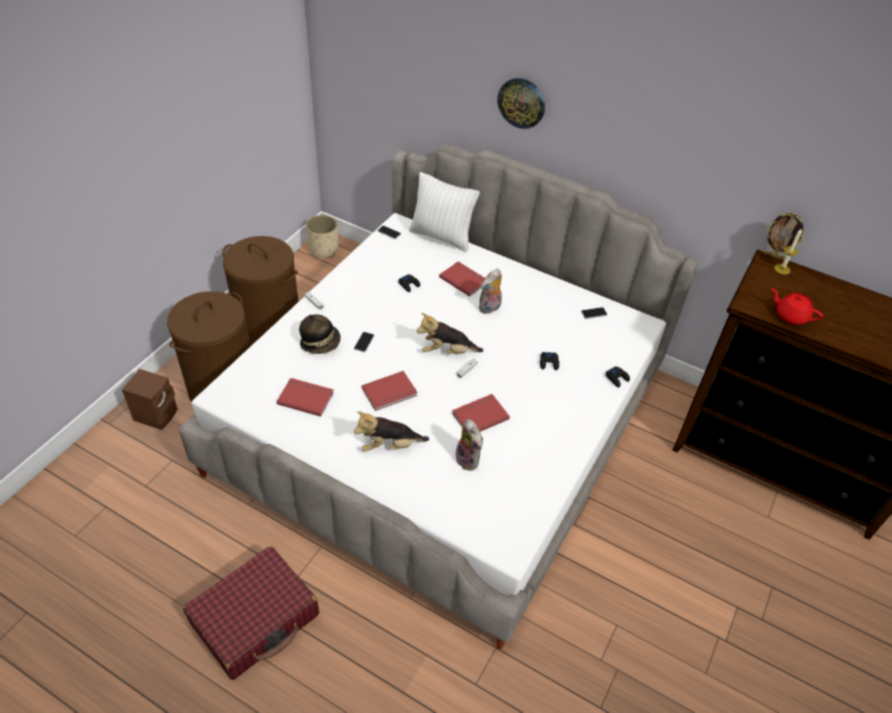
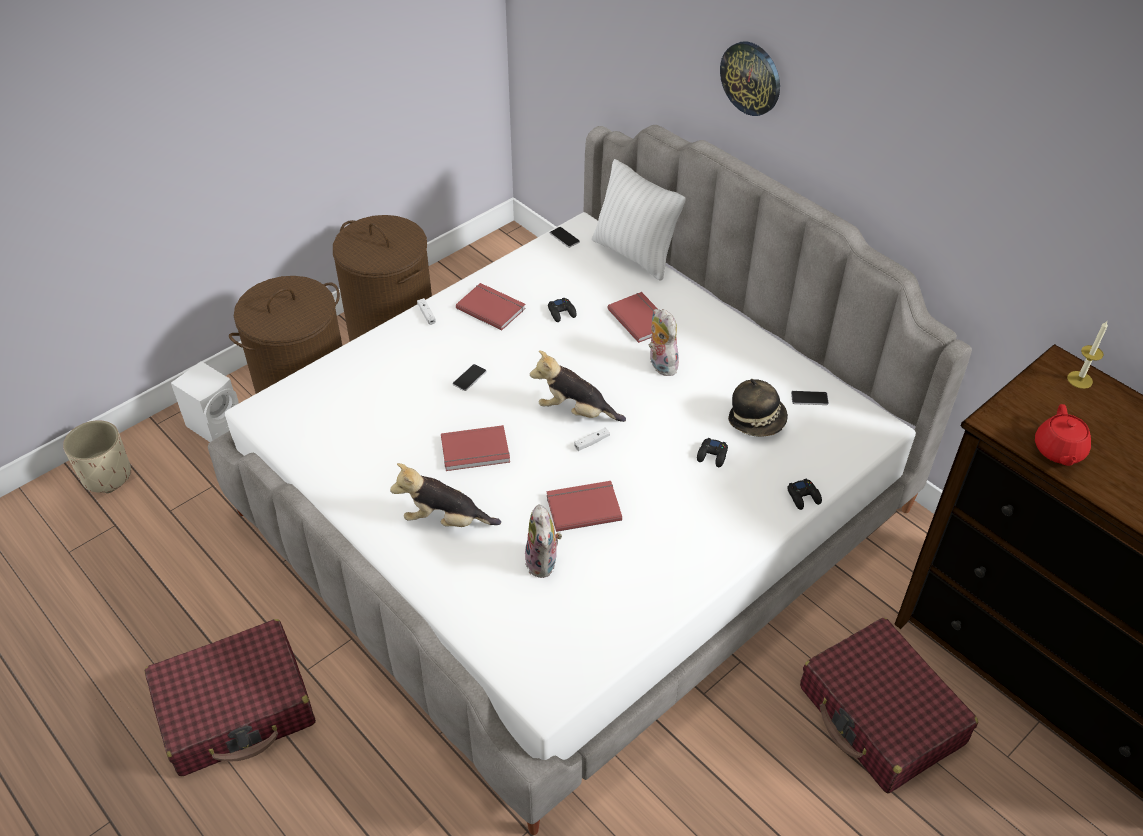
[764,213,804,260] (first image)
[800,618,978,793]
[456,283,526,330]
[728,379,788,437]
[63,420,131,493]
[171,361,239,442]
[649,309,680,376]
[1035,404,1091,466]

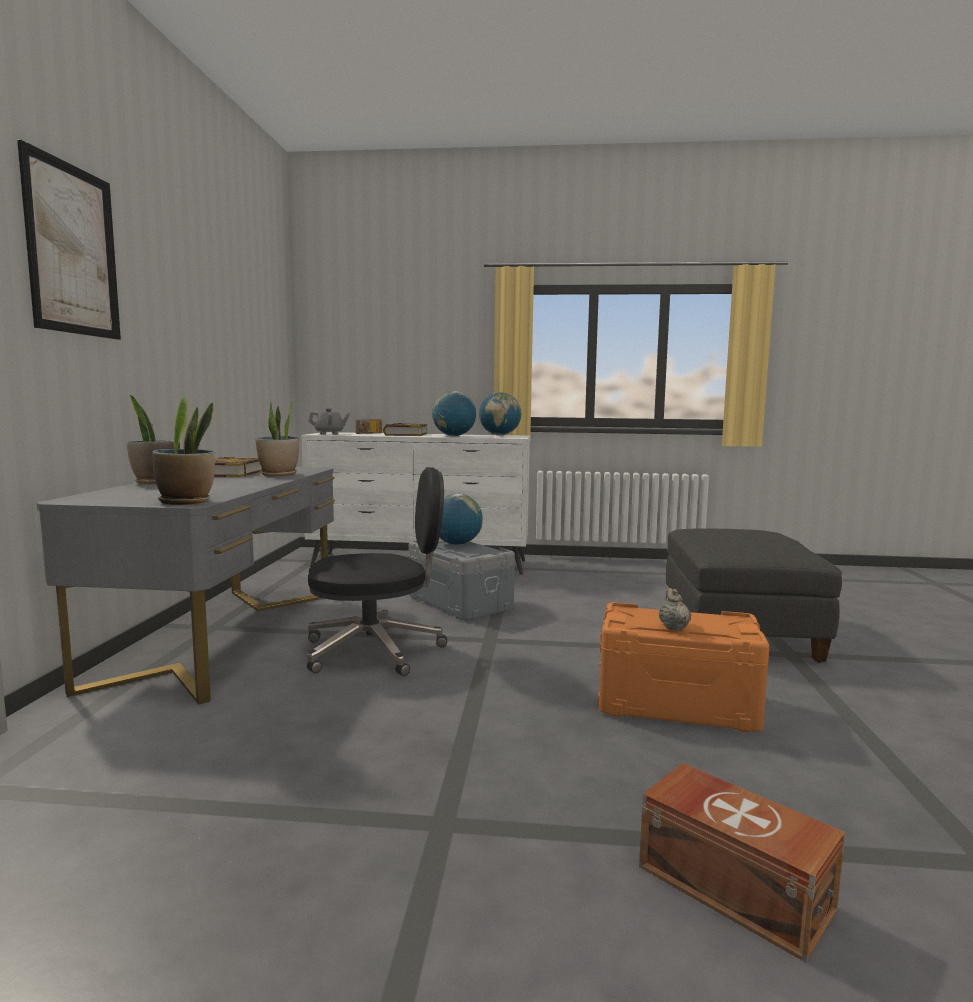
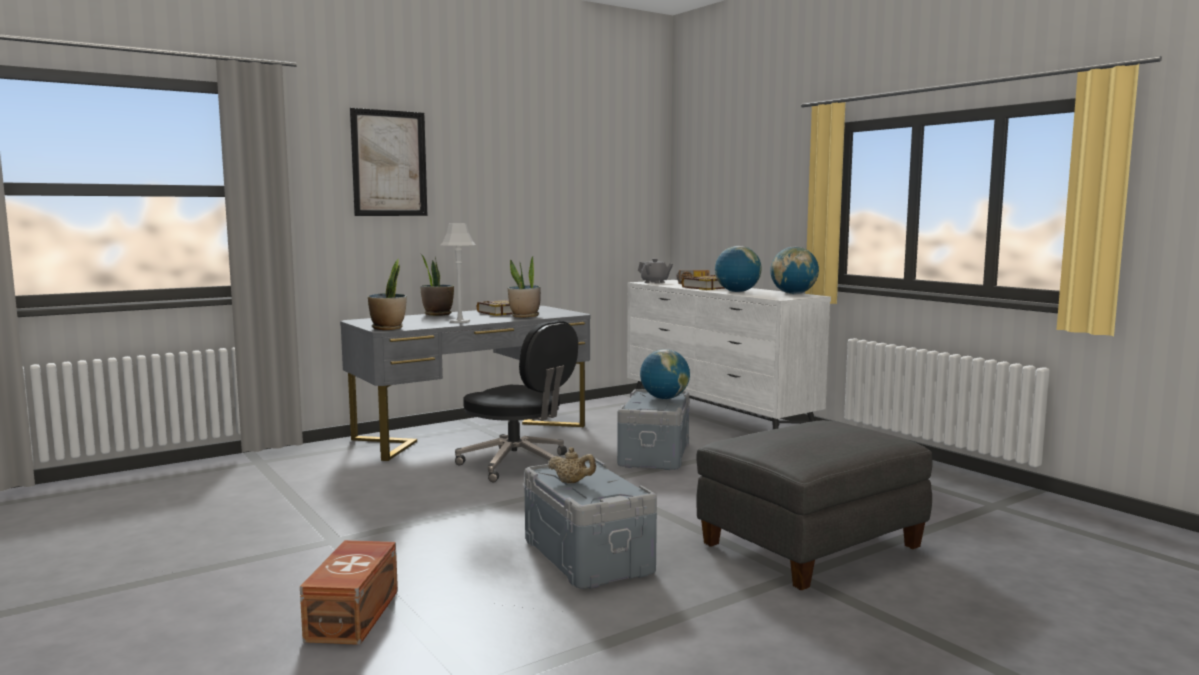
[441,223,476,323]
[524,458,657,589]
[548,447,596,483]

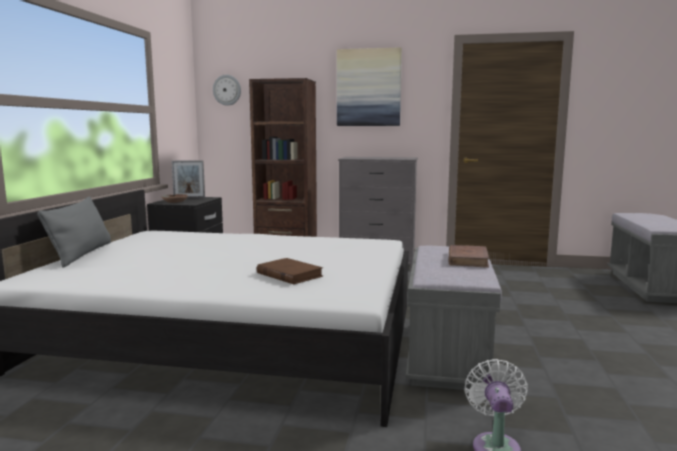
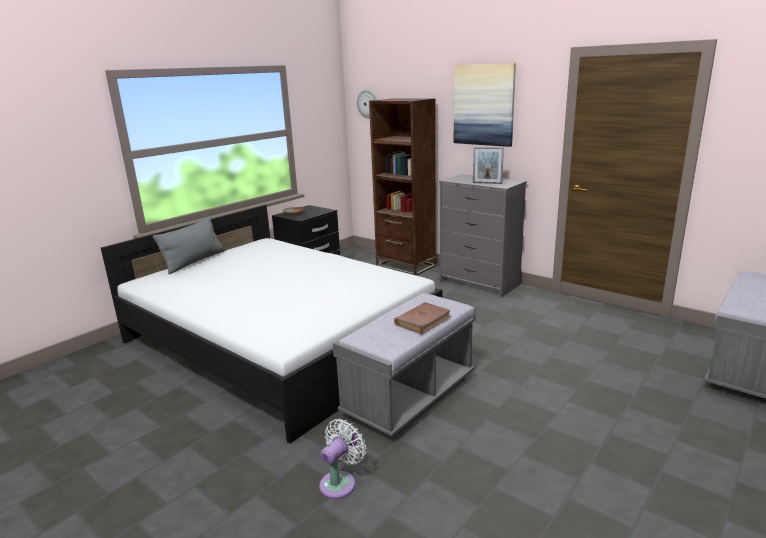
[257,258,323,284] (first image)
[473,147,504,184]

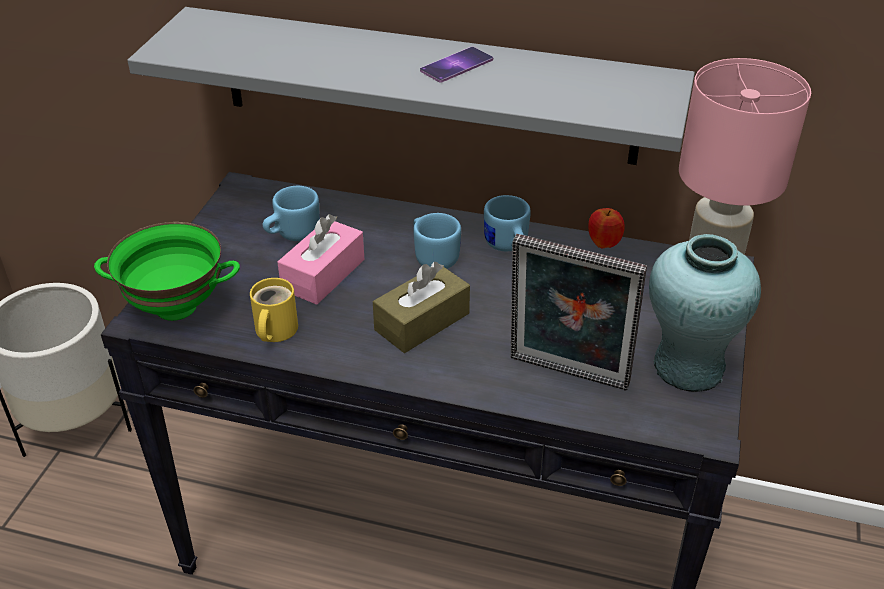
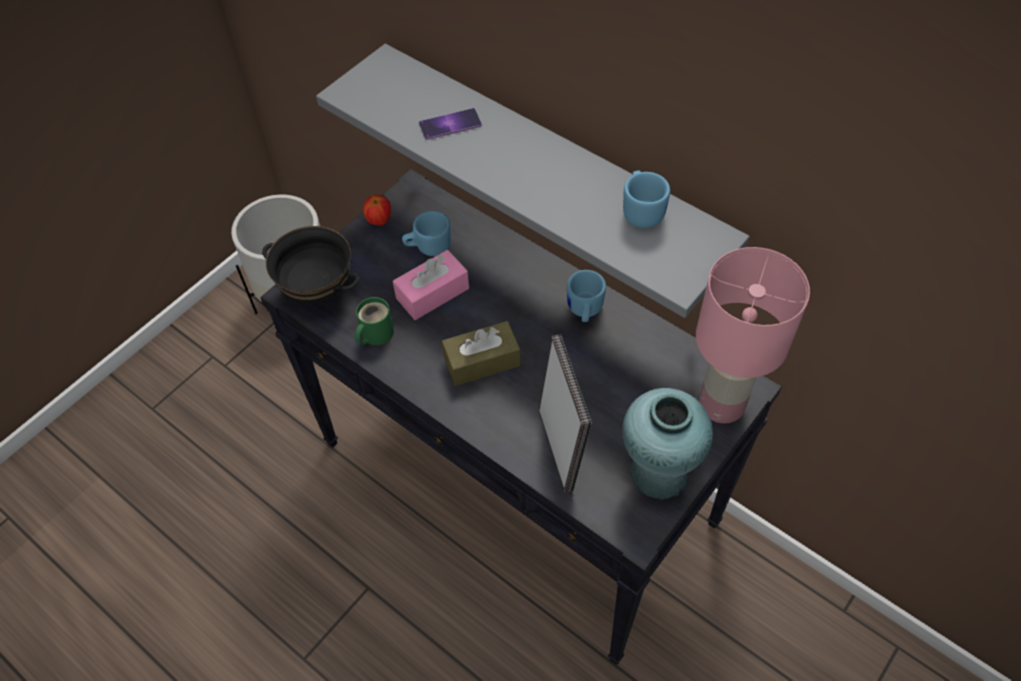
[623,171,670,228]
[419,108,482,140]
[363,195,391,226]
[262,226,360,303]
[355,297,394,345]
[539,335,592,493]

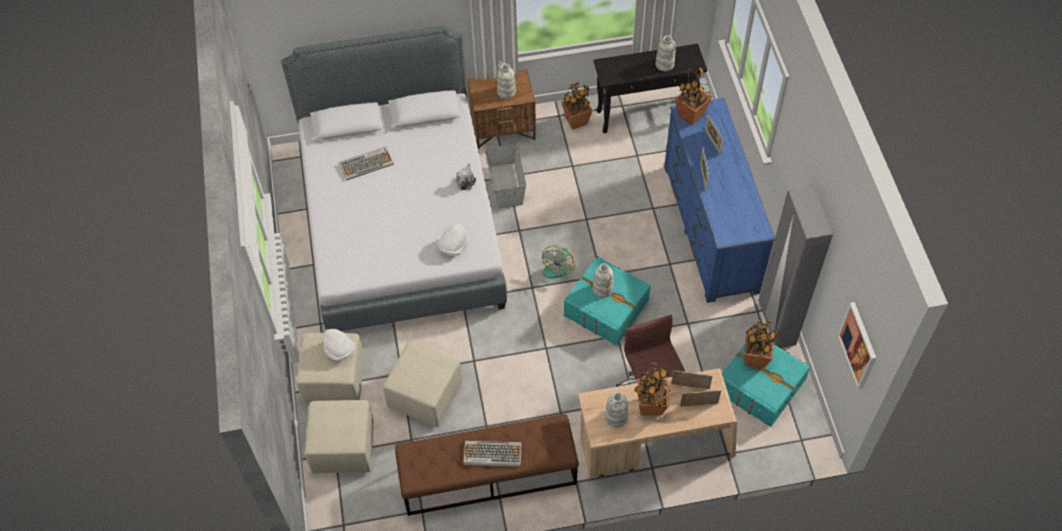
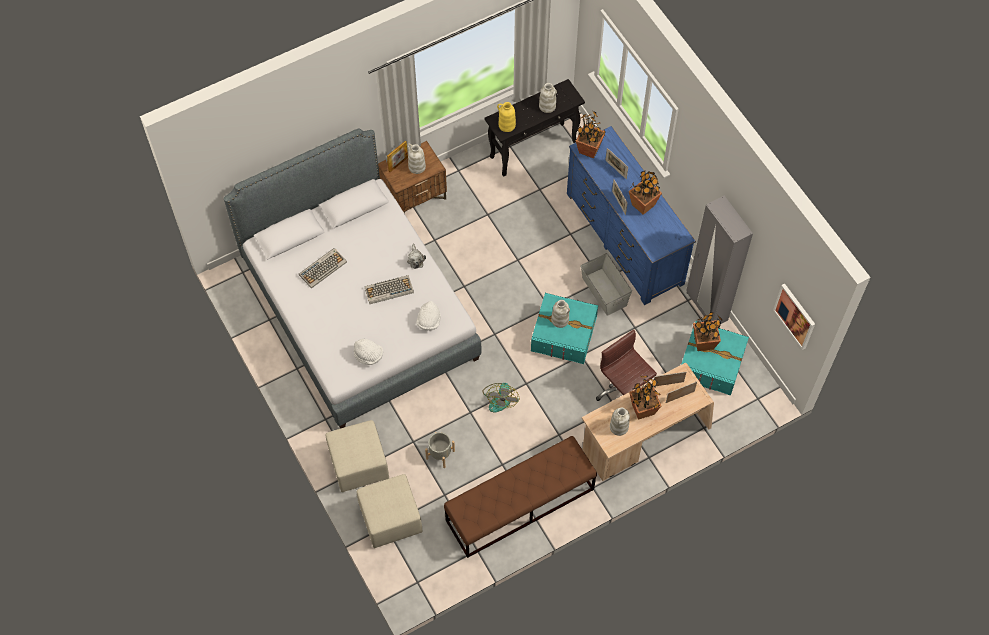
[387,141,408,172]
[497,102,516,132]
[353,339,383,365]
[364,275,414,304]
[581,253,632,316]
[482,383,520,413]
[629,171,662,215]
[425,432,455,468]

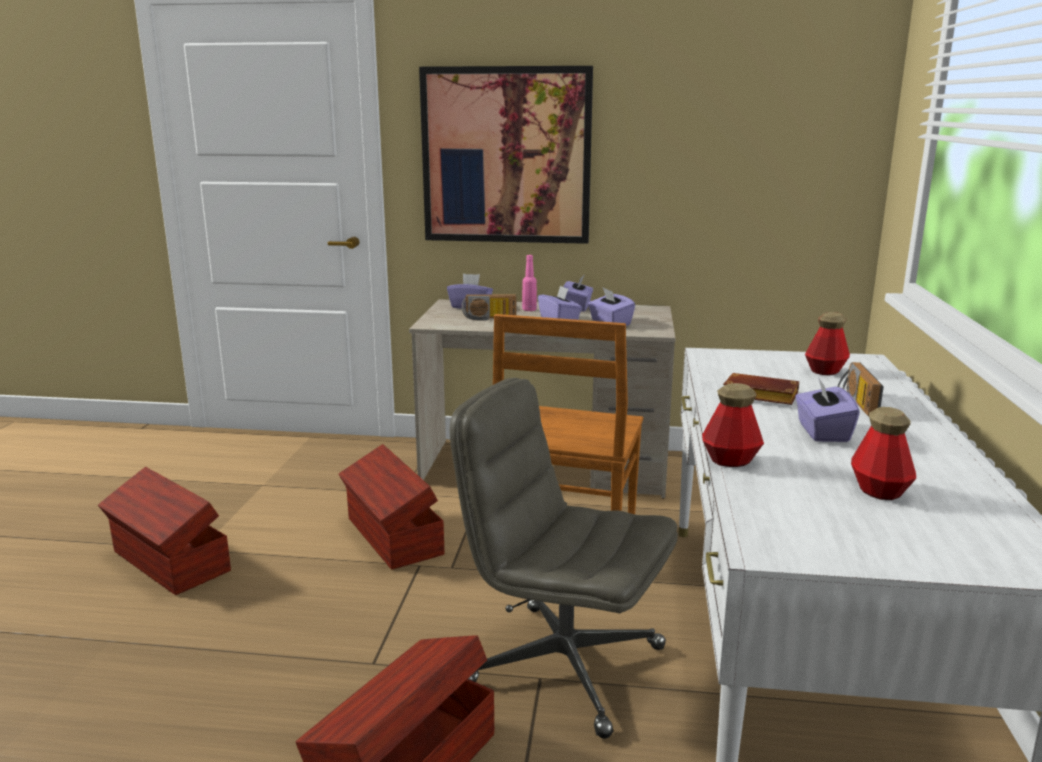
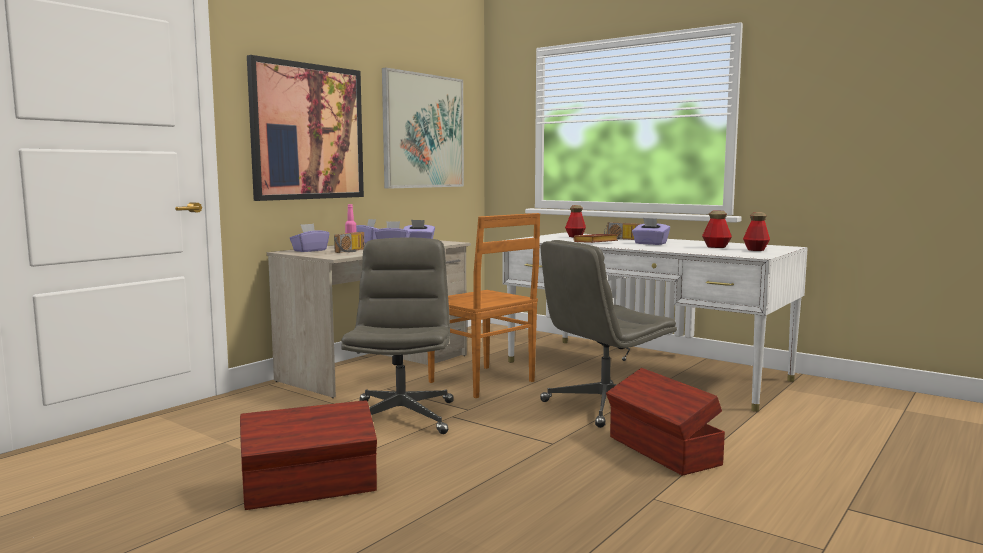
[382,68,464,189]
[743,212,770,251]
[341,238,453,434]

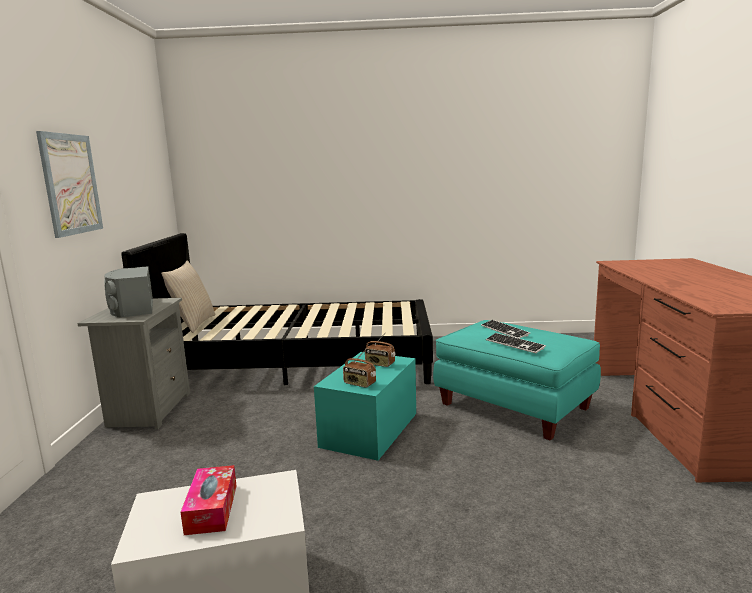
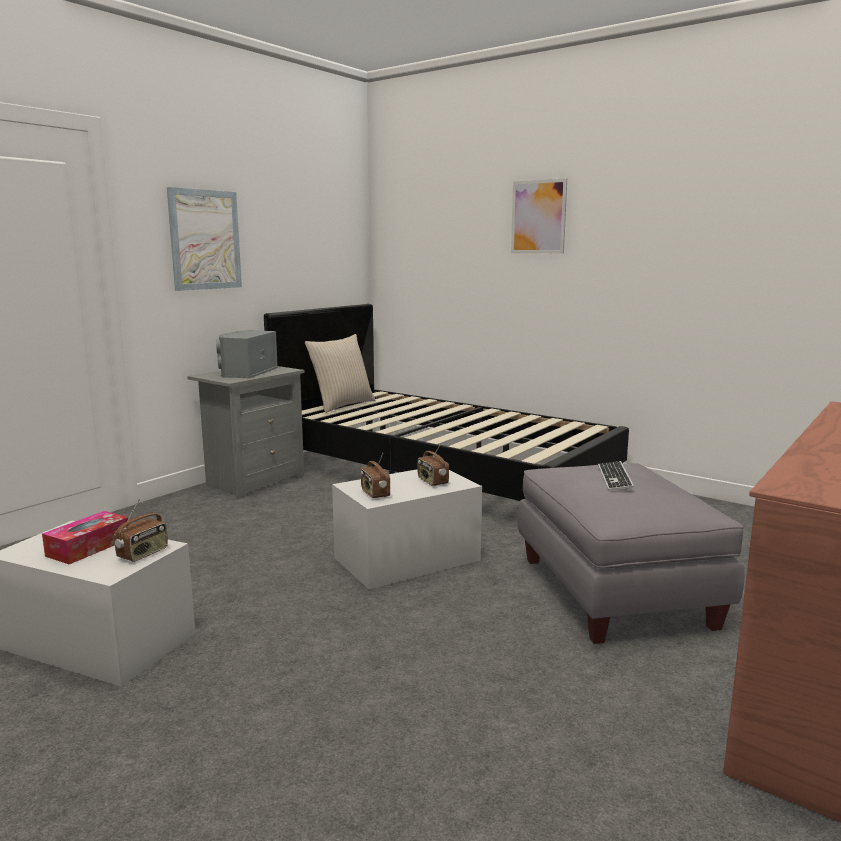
[486,333,546,353] (first image)
[114,499,168,562]
[511,178,567,253]
[332,469,482,589]
[518,463,745,644]

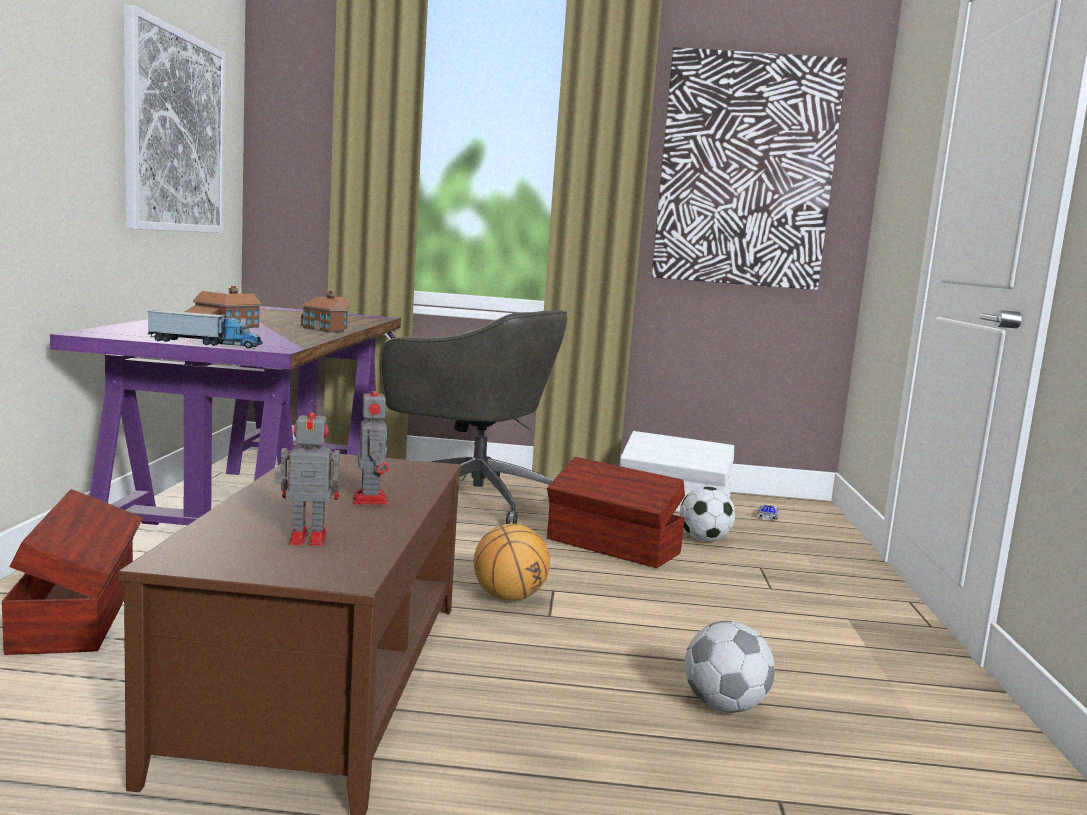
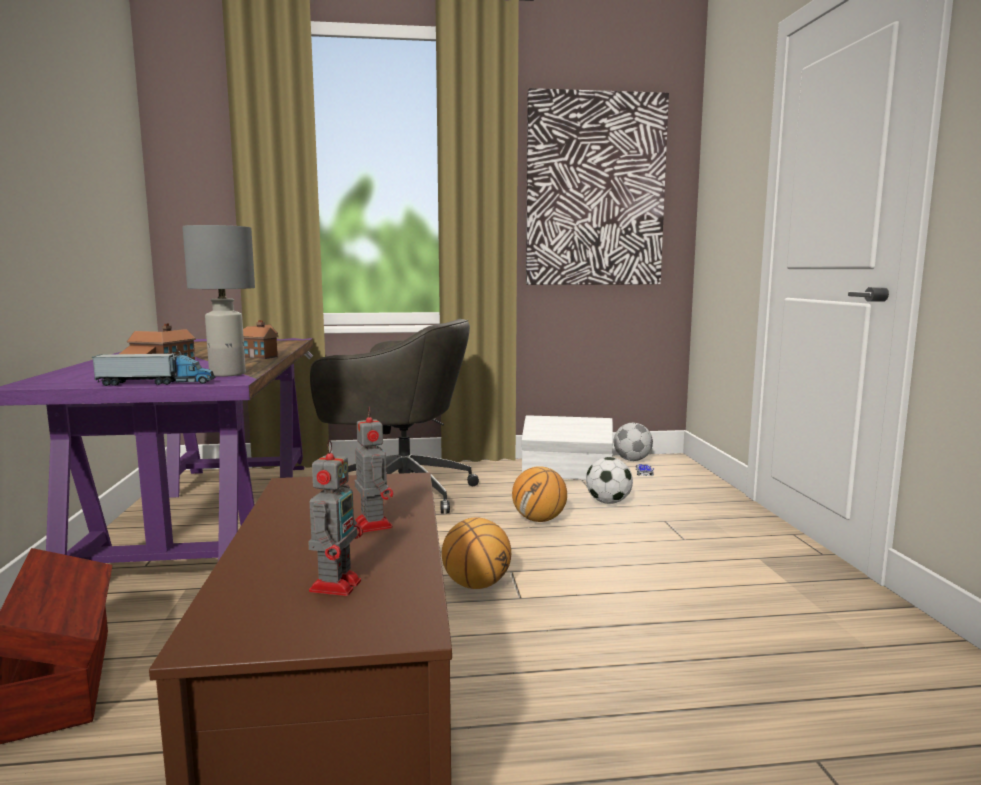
[124,5,226,233] (first image)
[182,225,255,377]
[614,423,653,461]
[512,466,567,522]
[308,440,363,596]

